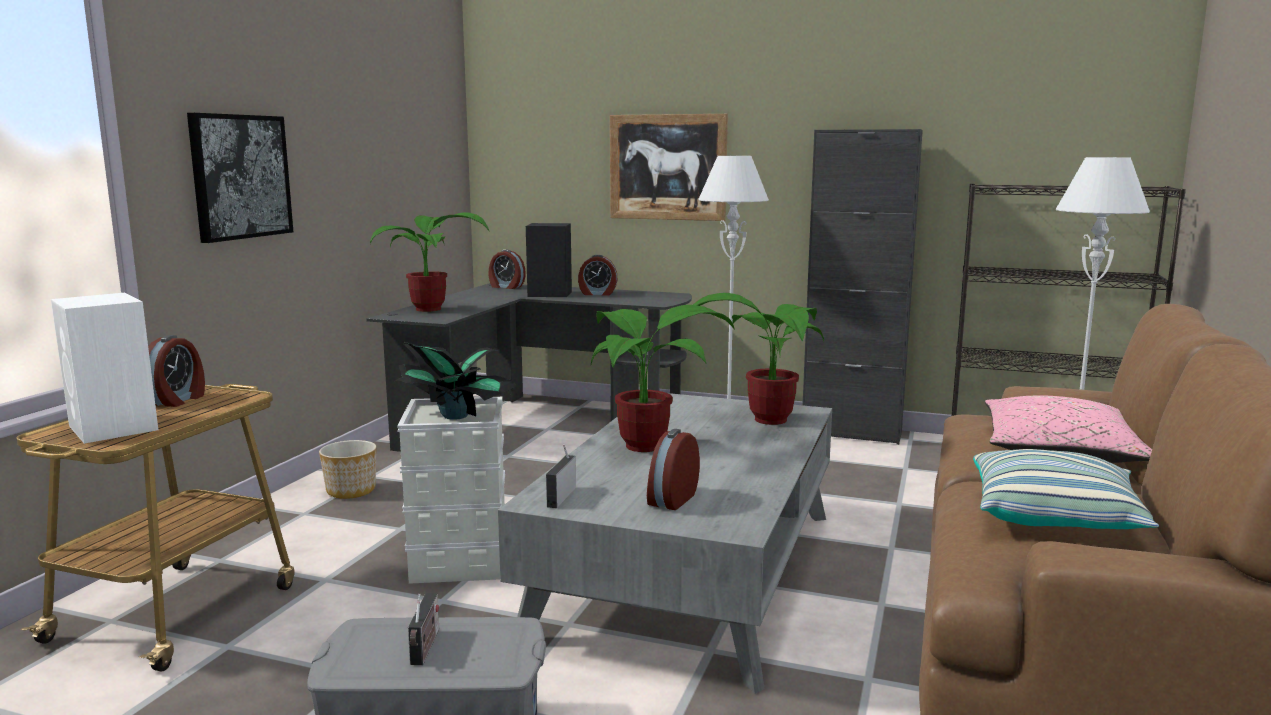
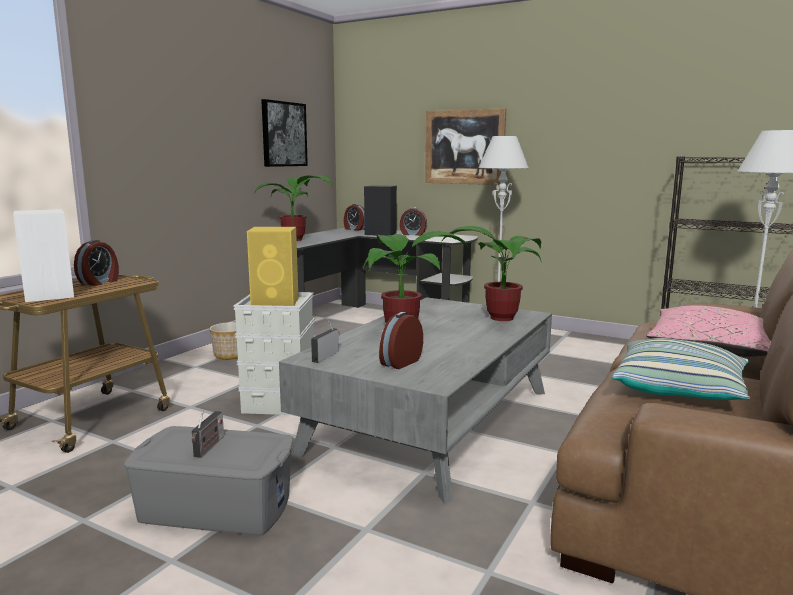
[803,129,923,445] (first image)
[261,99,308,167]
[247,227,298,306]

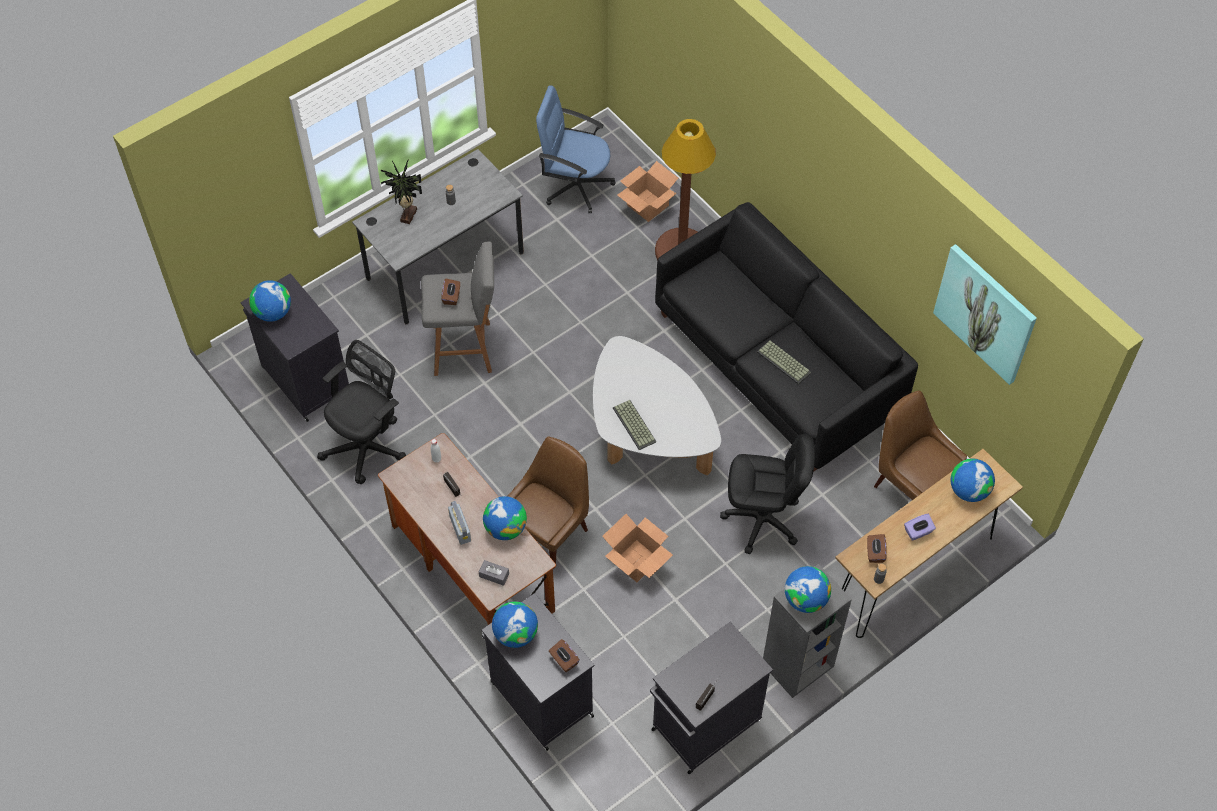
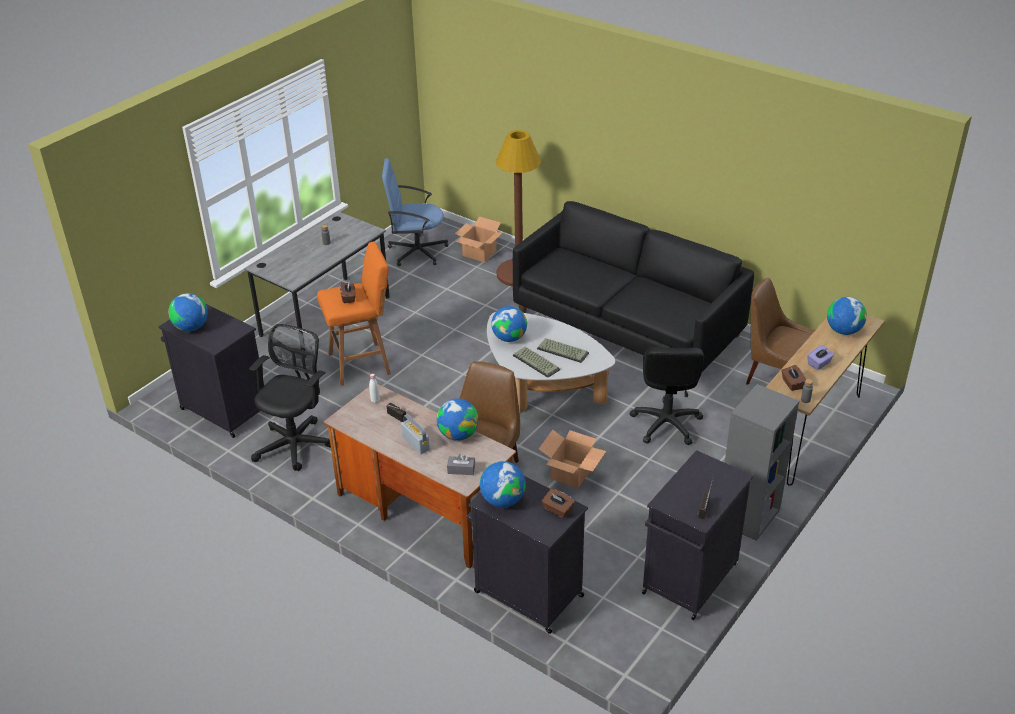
[381,159,422,224] (first image)
[933,244,1037,385] (first image)
[537,338,589,363]
[491,306,527,342]
[317,242,391,386]
[630,346,704,445]

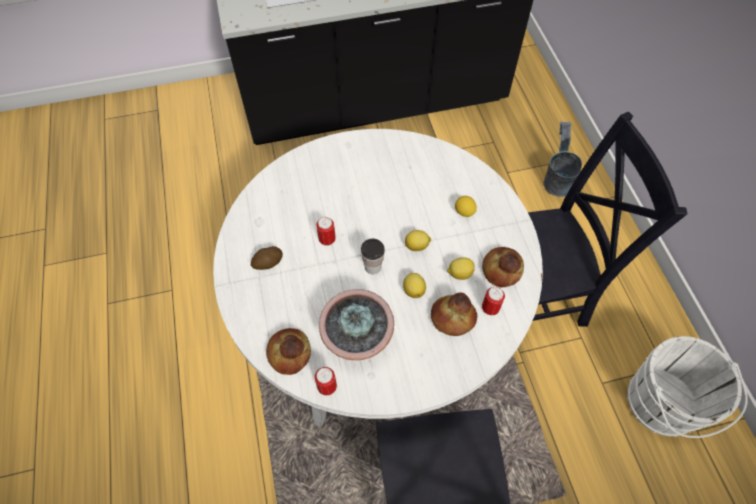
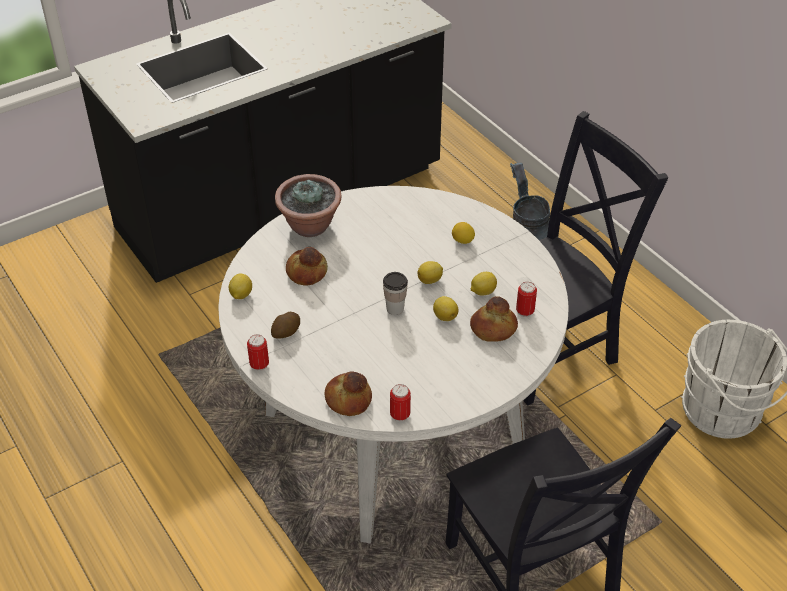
[229,273,252,299]
[247,334,269,371]
[275,174,341,237]
[286,247,328,286]

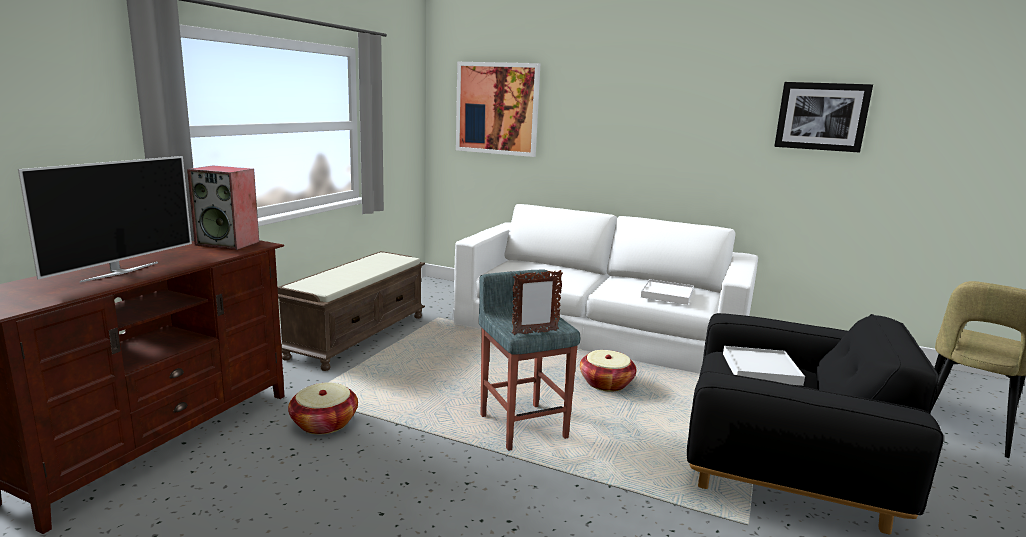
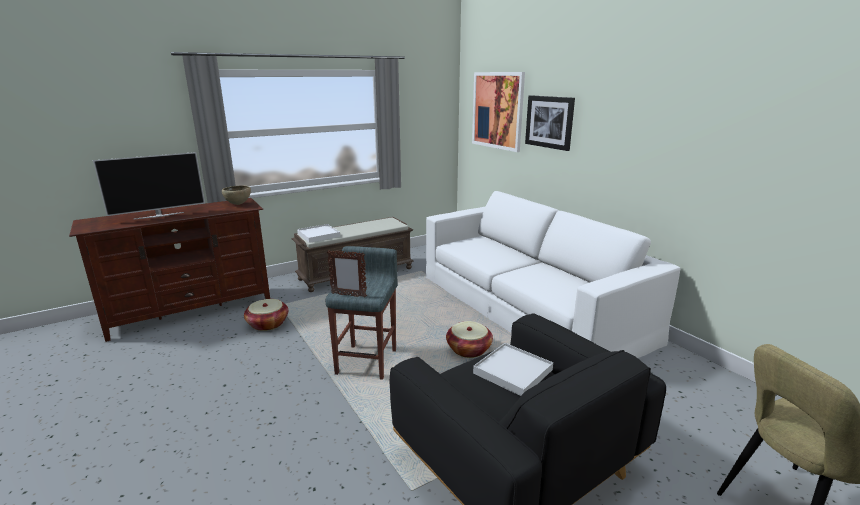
[297,224,340,243]
[525,95,575,151]
[222,185,251,205]

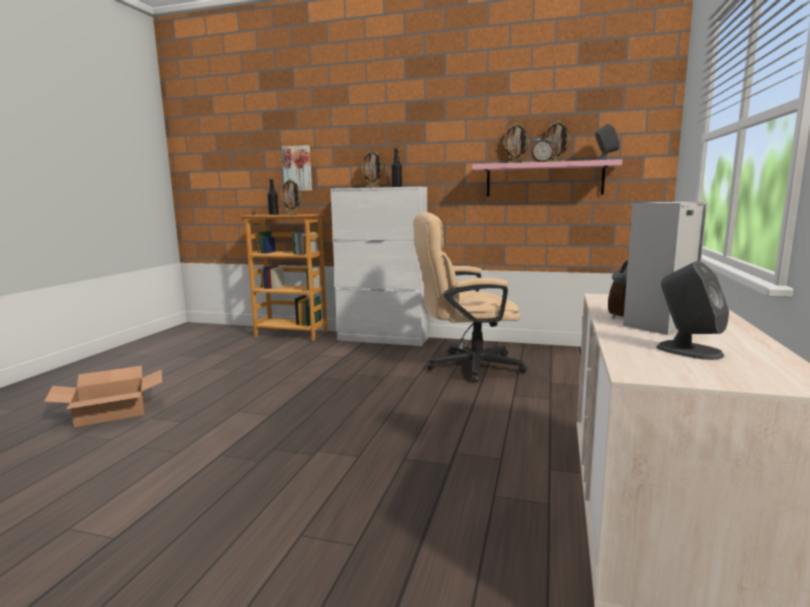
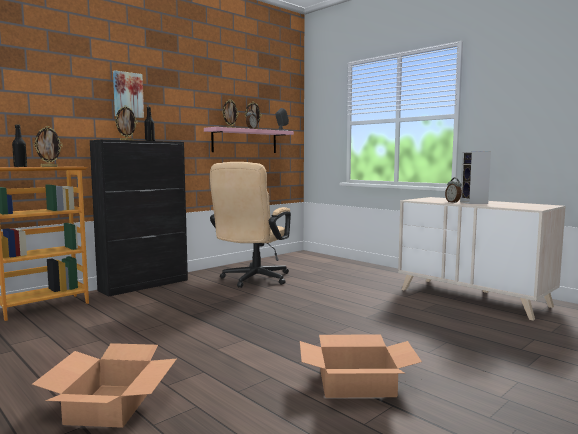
[657,261,729,360] (first image)
[300,334,422,398]
[113,70,144,118]
[90,140,188,296]

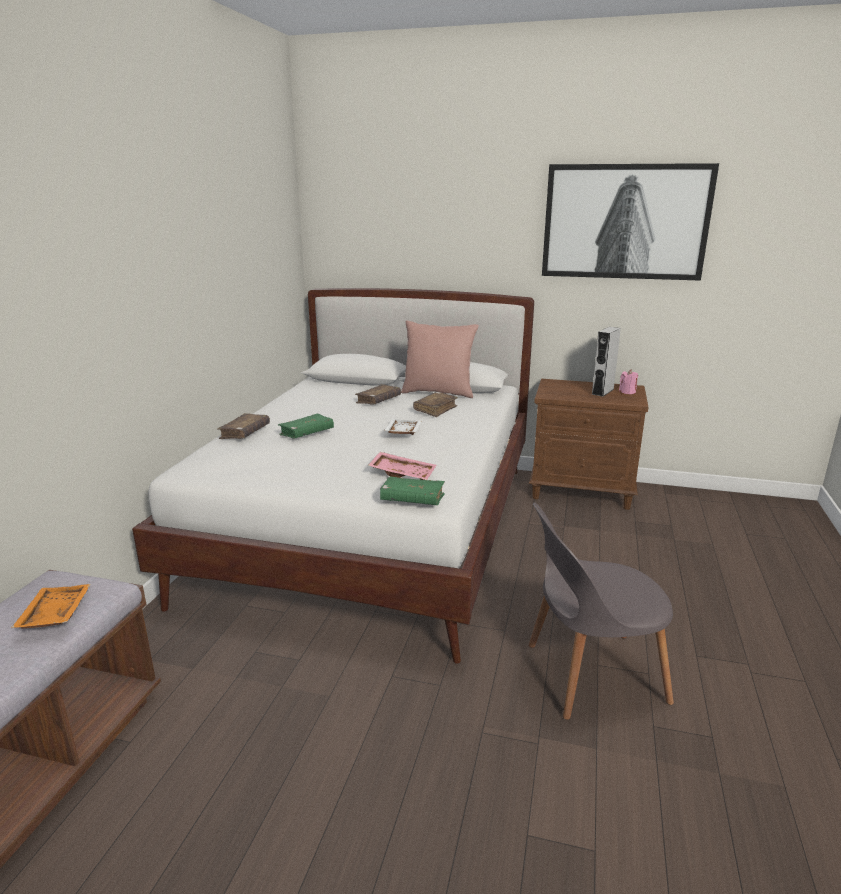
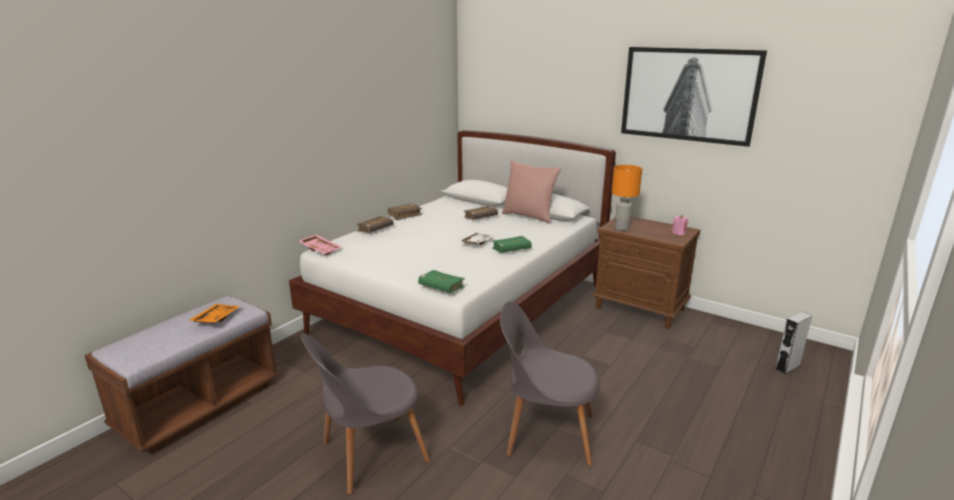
[301,334,430,495]
[612,165,642,231]
[492,236,532,253]
[299,234,342,255]
[388,203,422,220]
[775,311,812,375]

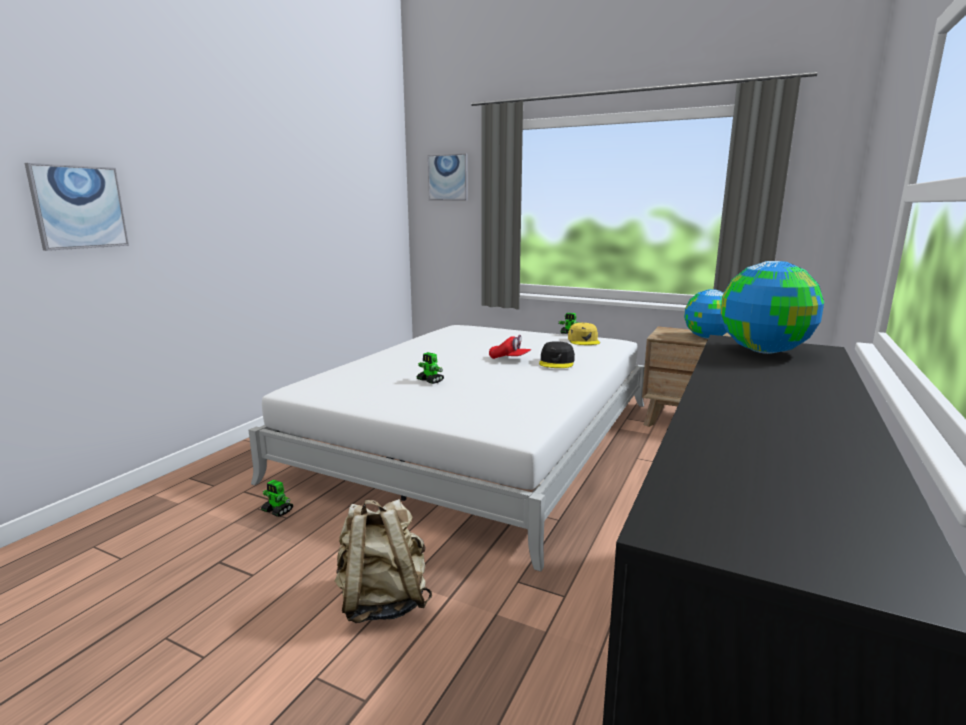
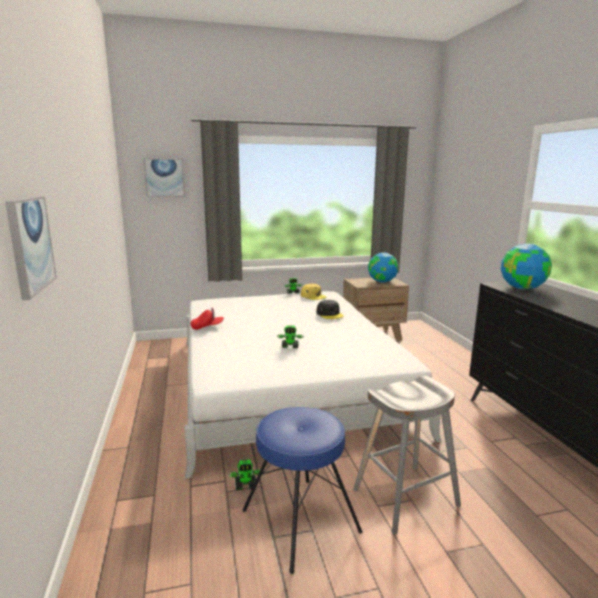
[242,407,362,574]
[190,308,224,330]
[353,376,461,535]

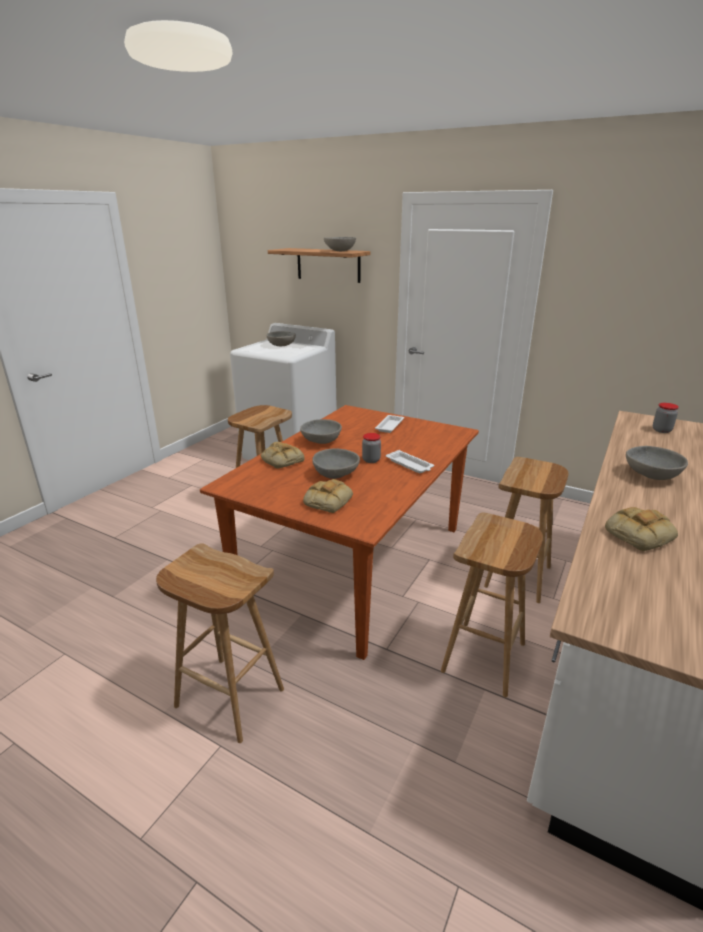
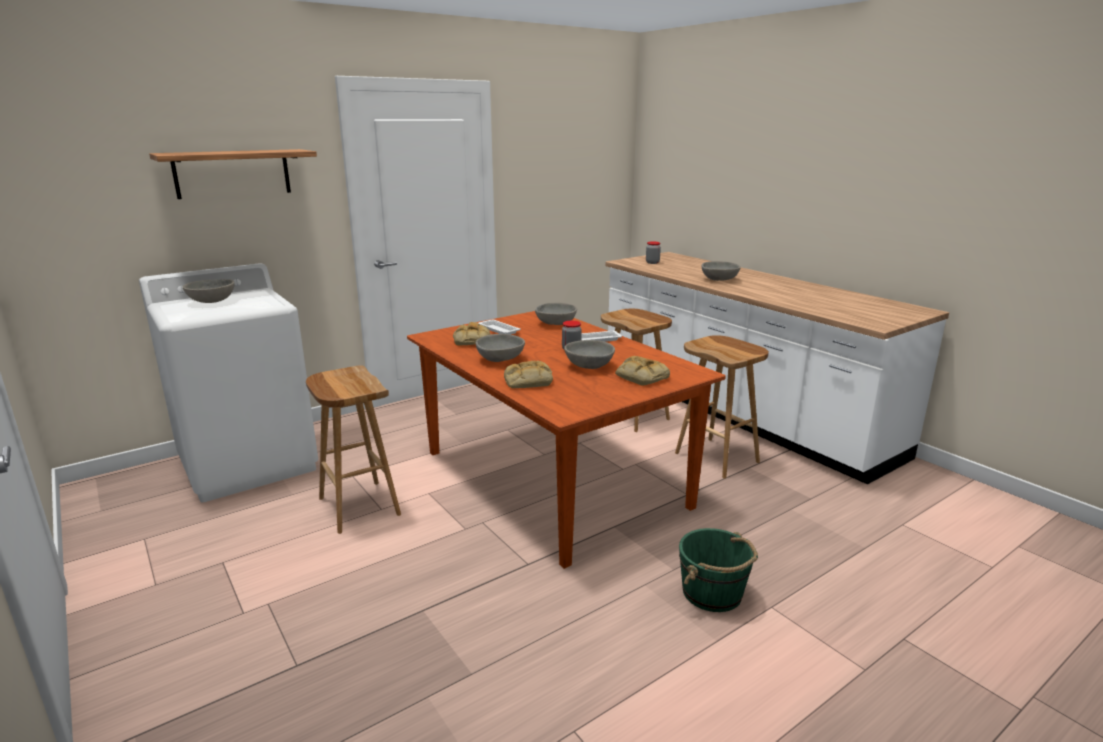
[535,303,577,325]
[453,322,490,345]
[679,528,758,612]

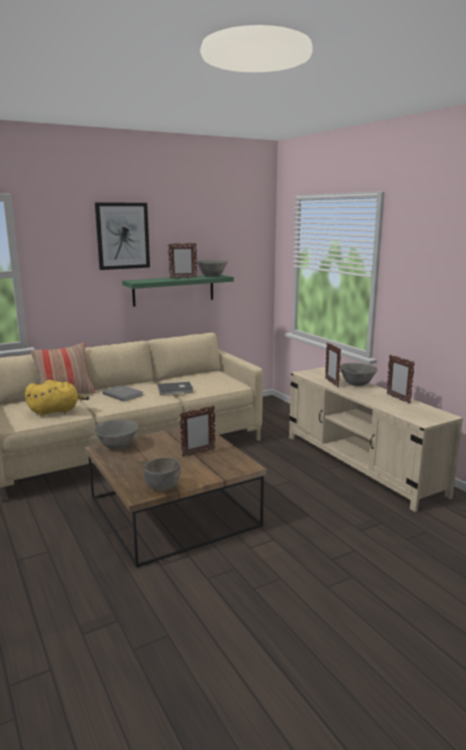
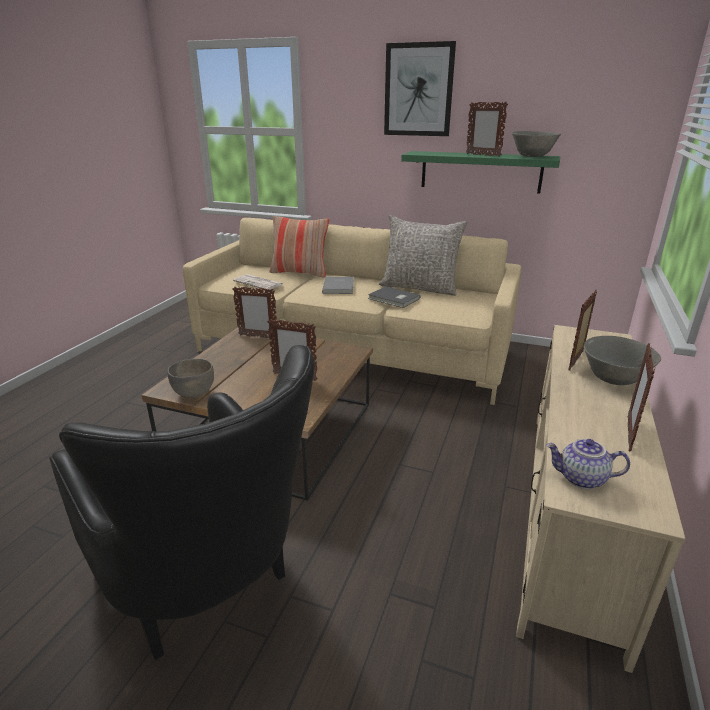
[49,345,314,660]
[379,215,467,296]
[546,439,630,489]
[233,274,284,290]
[233,287,277,338]

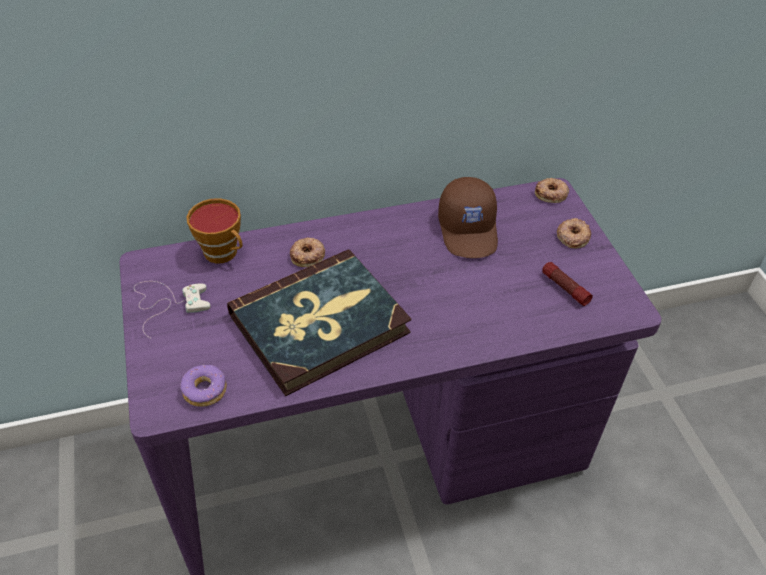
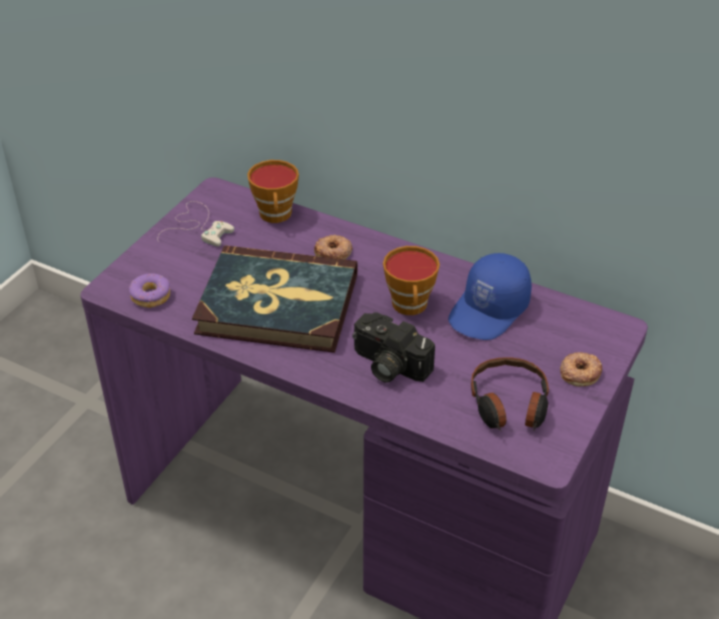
[535,178,569,203] (first image)
[352,312,435,383]
[383,246,440,315]
[471,357,549,431]
[448,253,532,340]

